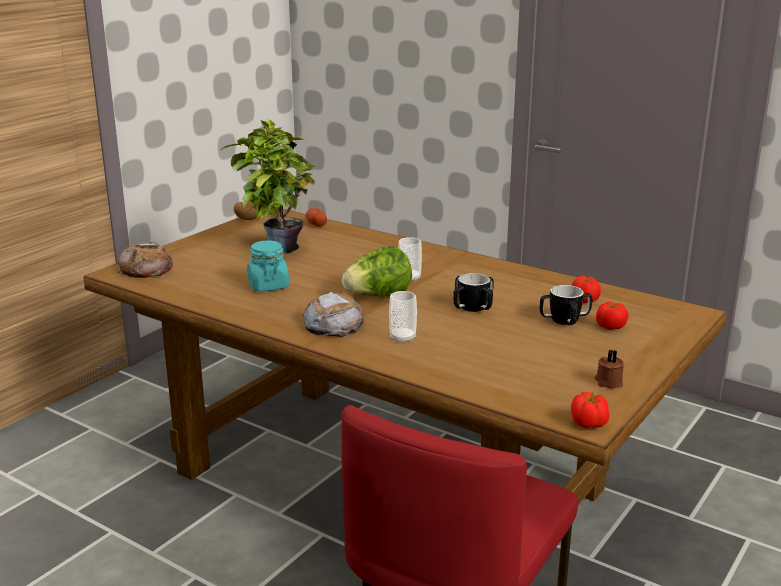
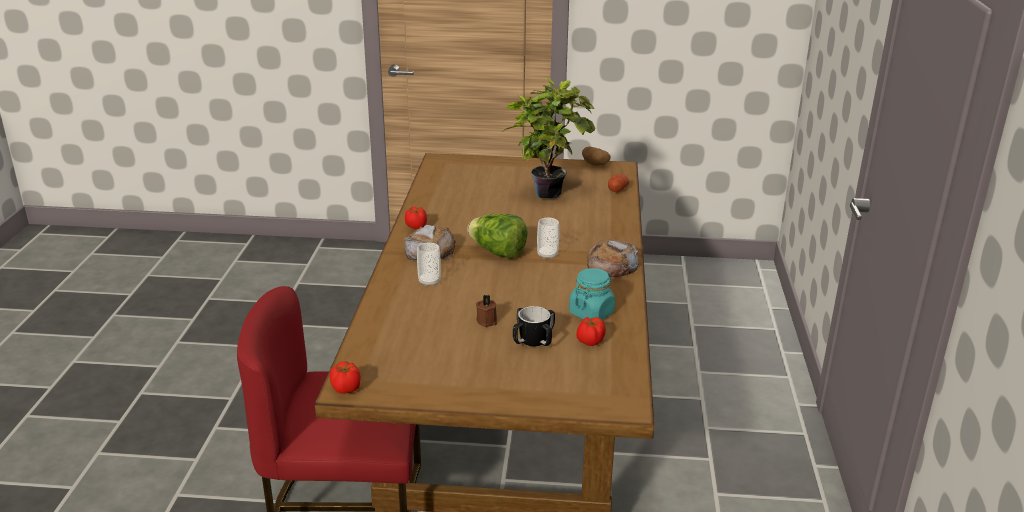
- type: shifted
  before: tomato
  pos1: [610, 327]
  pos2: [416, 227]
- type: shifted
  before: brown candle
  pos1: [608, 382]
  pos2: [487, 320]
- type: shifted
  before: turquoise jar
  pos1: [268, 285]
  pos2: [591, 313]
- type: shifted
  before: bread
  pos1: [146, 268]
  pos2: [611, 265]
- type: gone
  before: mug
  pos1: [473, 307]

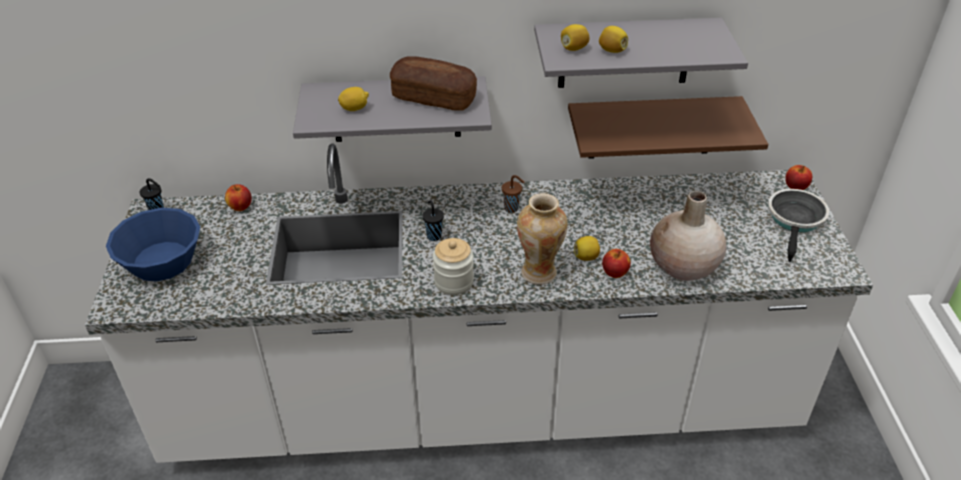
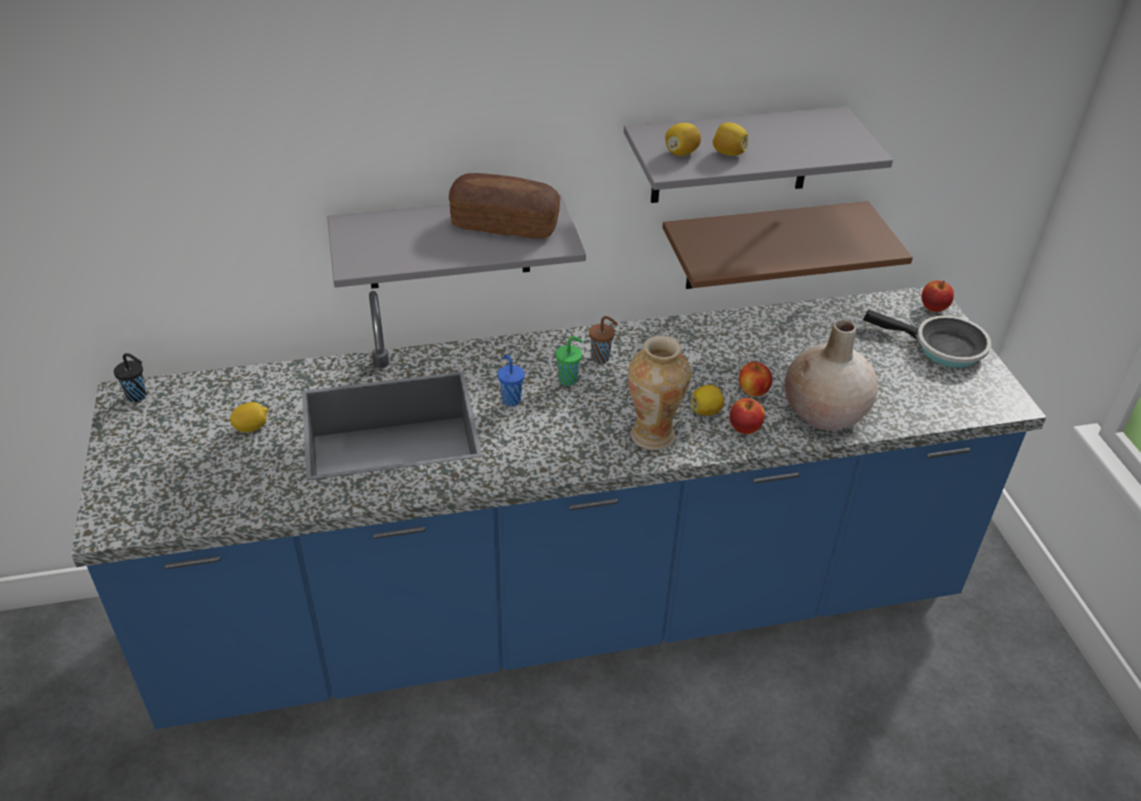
- type: repainted
  before: white counter
  after: blue counter
  pos1: [482, 404]
  pos2: [564, 609]
- type: shifted
  before: lemon
  pos1: [354, 108]
  pos2: [251, 427]
- type: repainted
  before: black cup
  after: blue cup
  pos1: [433, 235]
  pos2: [510, 399]
- type: new
  after: green cup
  pos2: [569, 379]
- type: shifted
  before: apple
  pos1: [240, 207]
  pos2: [753, 391]
- type: rotated
  before: frying pan
  pos1: [795, 221]
  pos2: [942, 348]
  turn: 105
- type: gone
  before: blue bowl
  pos1: [161, 260]
- type: gone
  before: jar
  pos1: [454, 282]

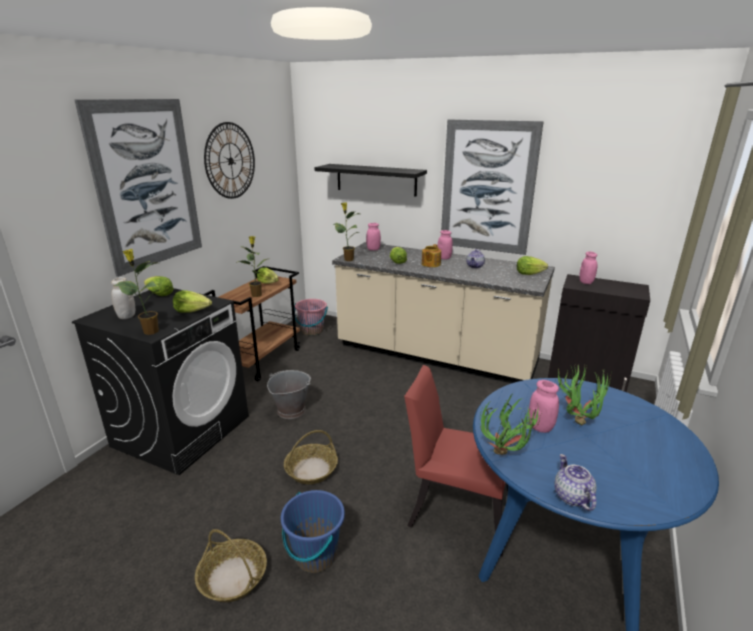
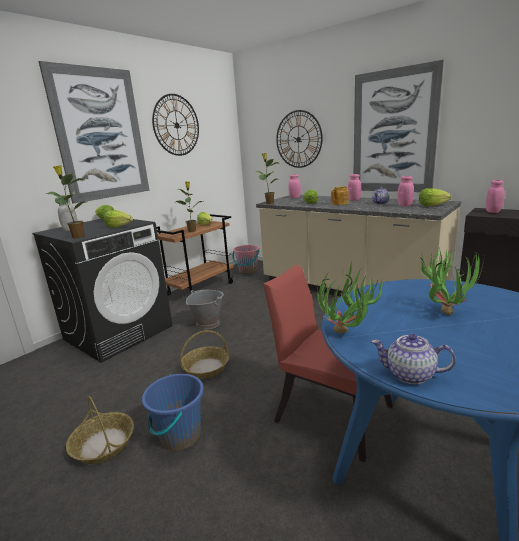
- type: swapped
  before: black shelf
  after: wall clock
  pos1: [376, 179]
  pos2: [298, 139]
- type: rotated
  before: teapot
  pos1: [571, 496]
  pos2: [409, 375]
  turn: -75
- type: shifted
  before: pink jar
  pos1: [540, 427]
  pos2: [405, 205]

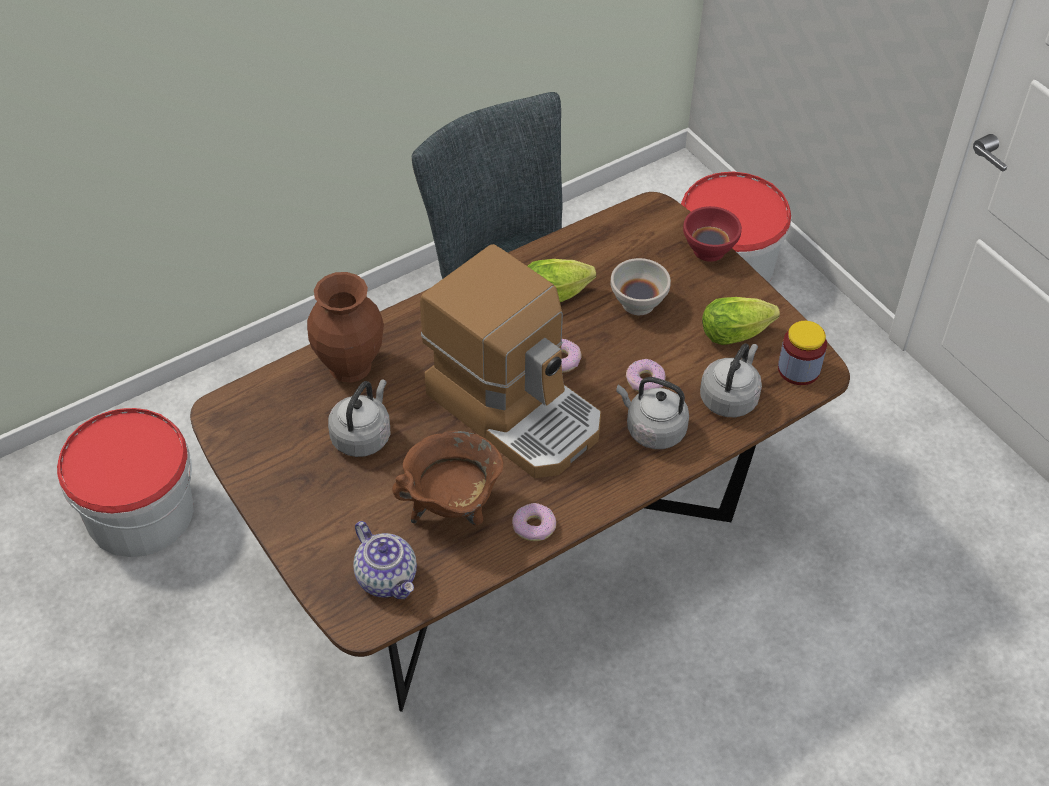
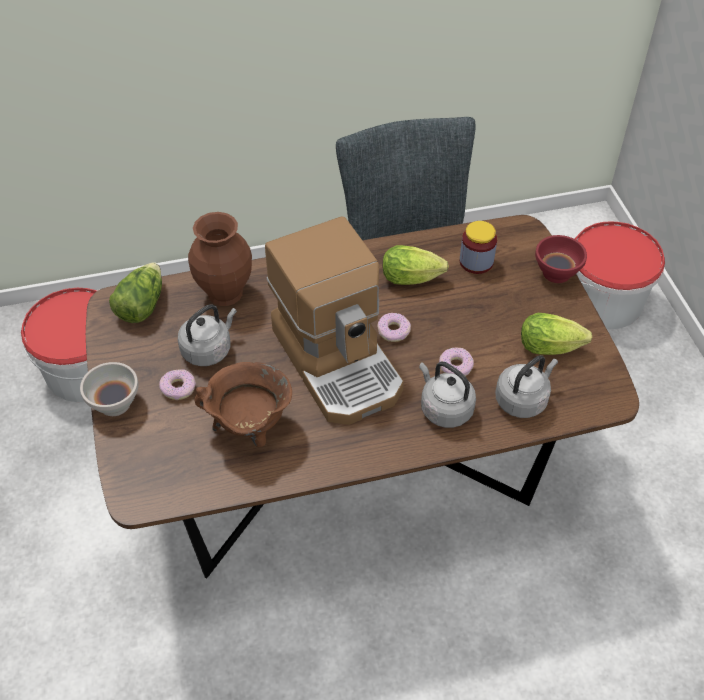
- type: shifted
  before: white bowl
  pos1: [638, 304]
  pos2: [114, 404]
- type: new
  after: lettuce
  pos2: [141, 305]
- type: shifted
  before: donut
  pos1: [534, 526]
  pos2: [178, 388]
- type: shifted
  before: jar
  pos1: [798, 369]
  pos2: [476, 262]
- type: gone
  before: teapot
  pos1: [387, 578]

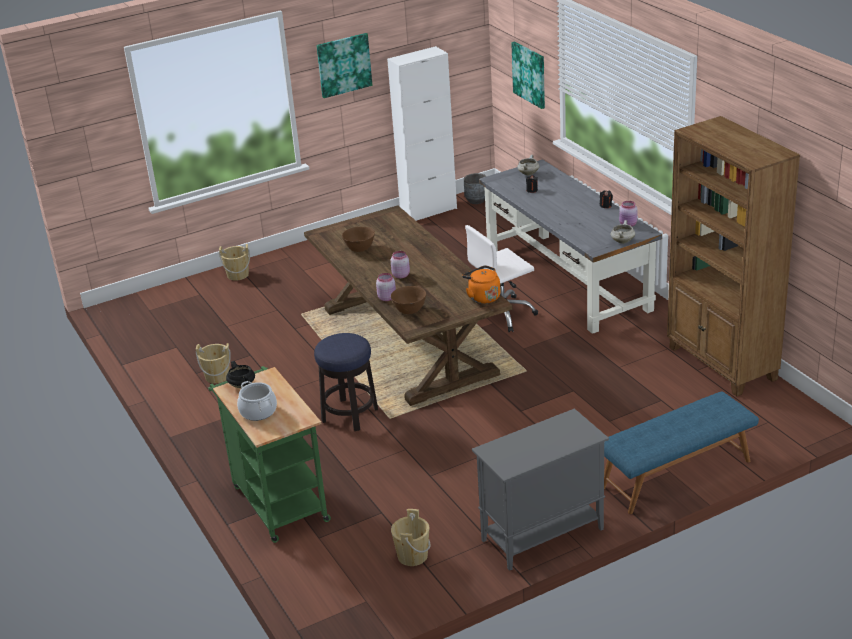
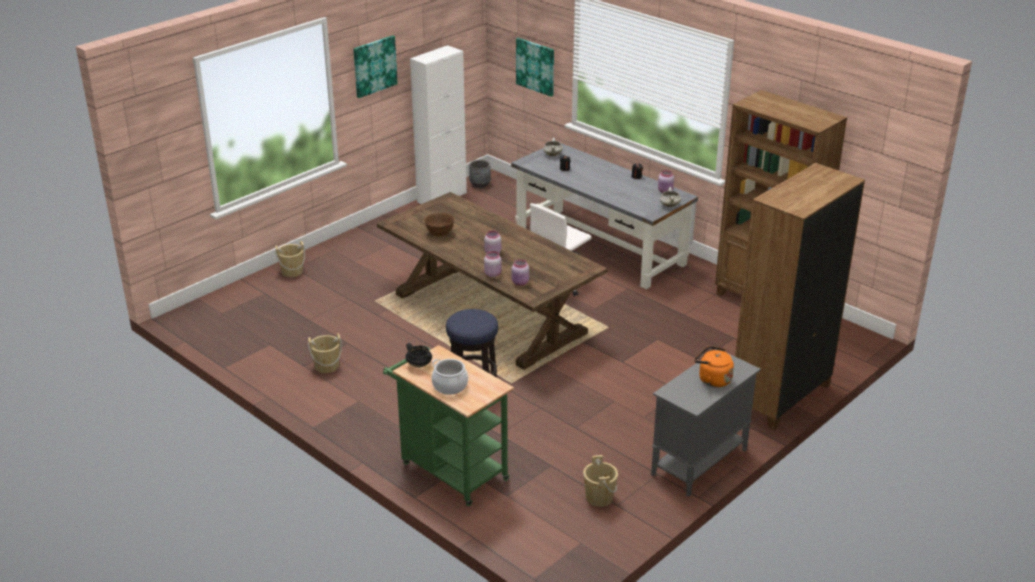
- type: swapped
  before: brown bowl
  after: pink jar
  pos1: [409, 310]
  pos2: [520, 283]
- type: shifted
  before: orange kettle
  pos1: [482, 297]
  pos2: [712, 379]
- type: swapped
  before: blue bench
  after: brown bookcase
  pos1: [676, 474]
  pos2: [779, 397]

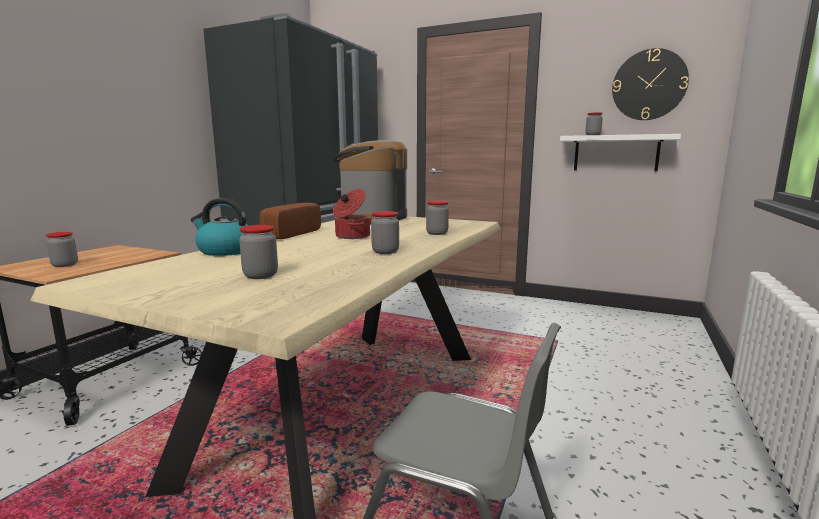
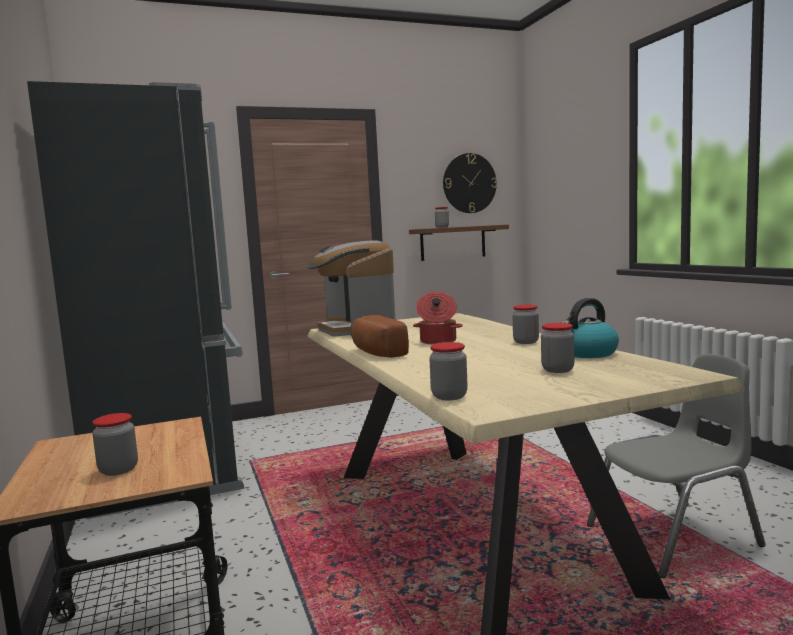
- type: repainted
  before: white shelf
  after: brown shelf
  pos1: [615, 153]
  pos2: [453, 243]
- type: shifted
  before: jar
  pos1: [437, 233]
  pos2: [449, 396]
- type: shifted
  before: kettle
  pos1: [225, 251]
  pos2: [587, 353]

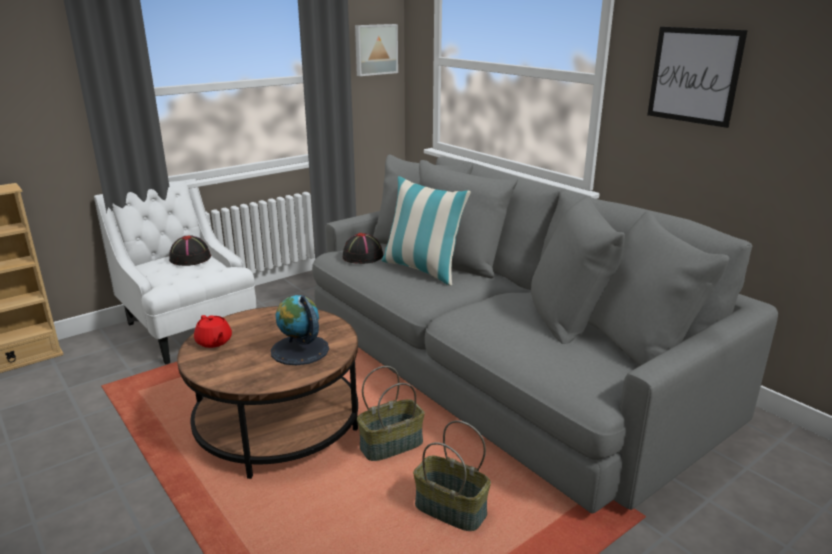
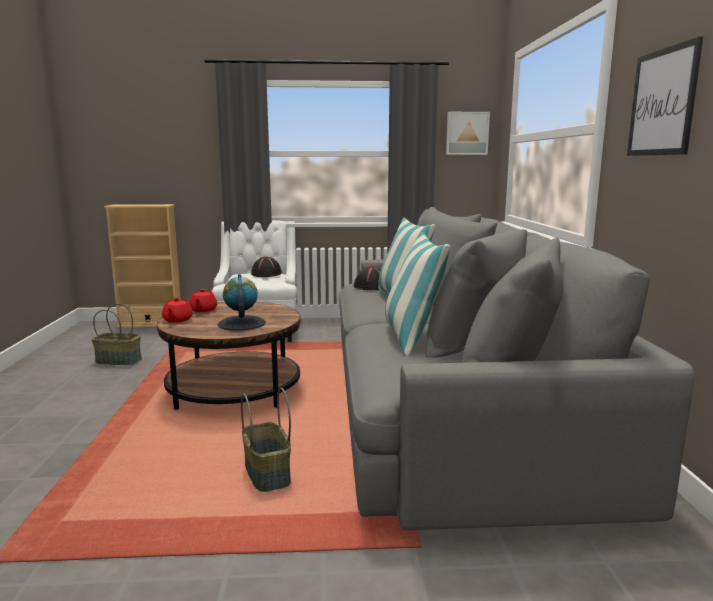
- type: shifted
  before: basket
  pos1: [391, 444]
  pos2: [119, 360]
- type: new
  after: red teapot
  pos2: [177, 320]
- type: new
  after: pillow
  pos2: [411, 338]

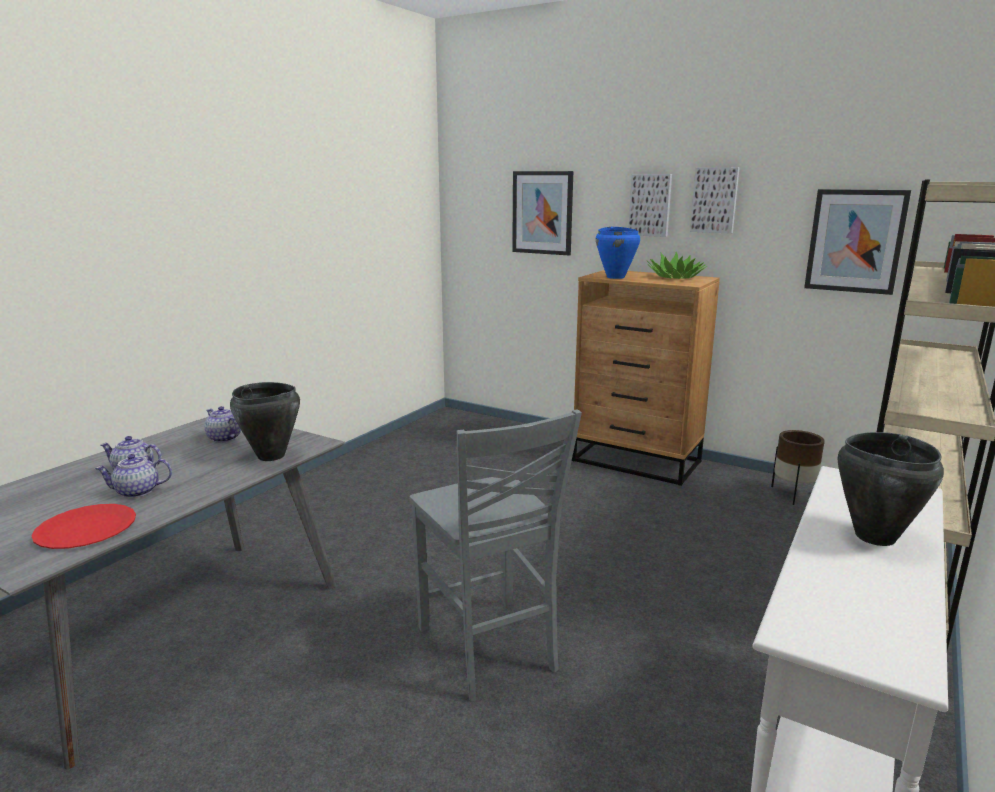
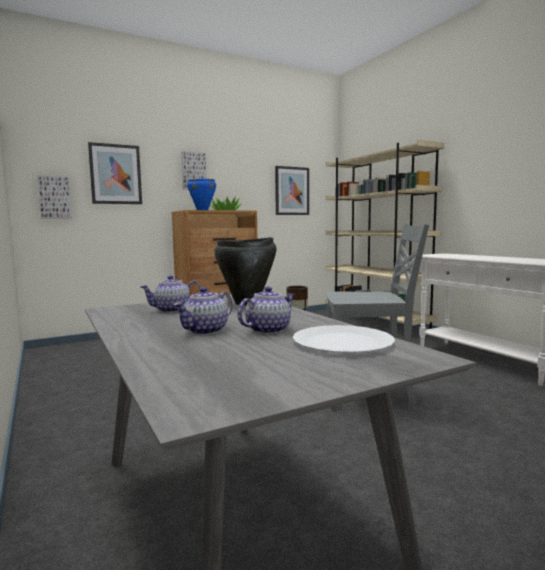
- type: shifted
  before: picture
  pos1: [715, 200]
  pos2: [54, 197]
- type: rotated
  before: teapot
  pos1: [137, 492]
  pos2: [268, 330]
  turn: -150
- type: repainted
  before: red plate
  after: white plate
  pos1: [86, 529]
  pos2: [342, 342]
- type: gone
  before: black cooking pot
  pos1: [874, 536]

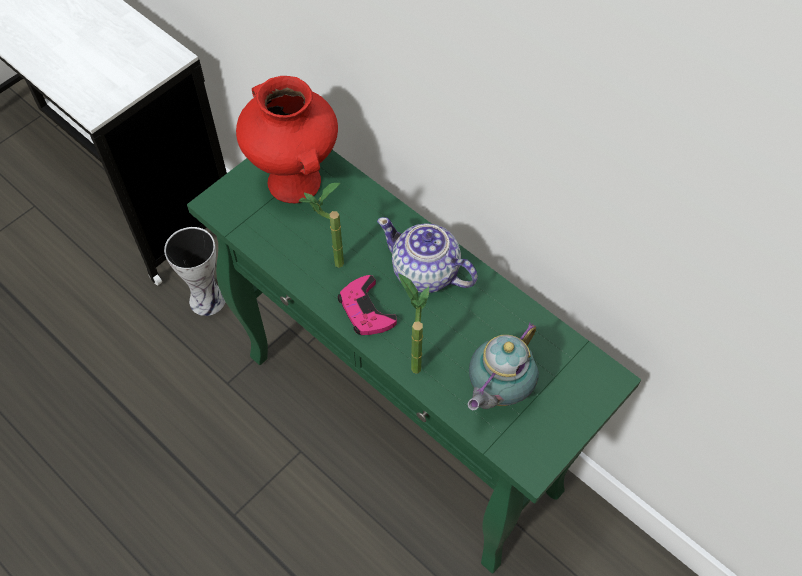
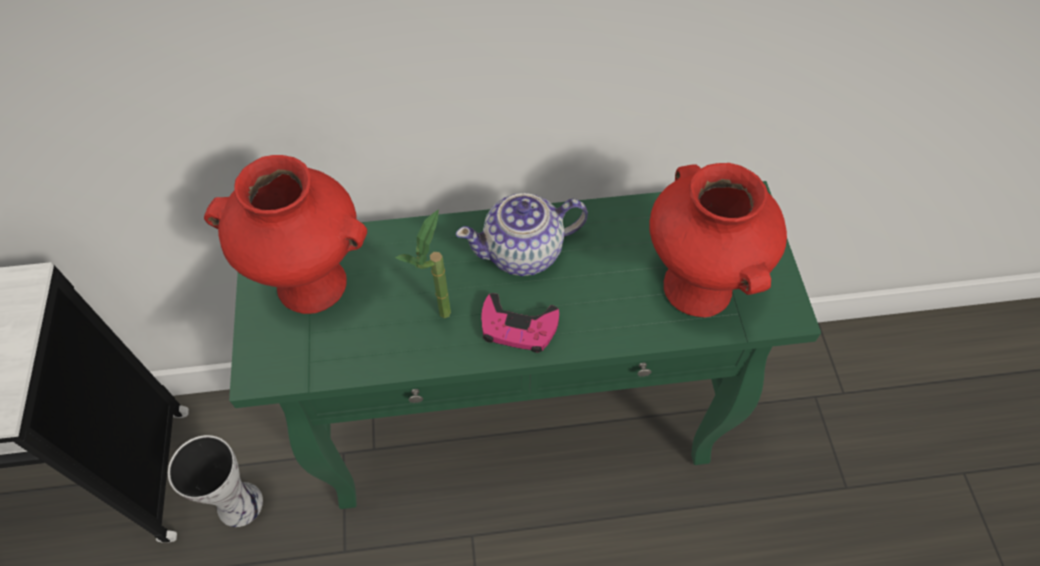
- type: swapped
  before: teapot
  after: red vase
  pos1: [497, 391]
  pos2: [694, 286]
- type: gone
  before: potted plant
  pos1: [412, 360]

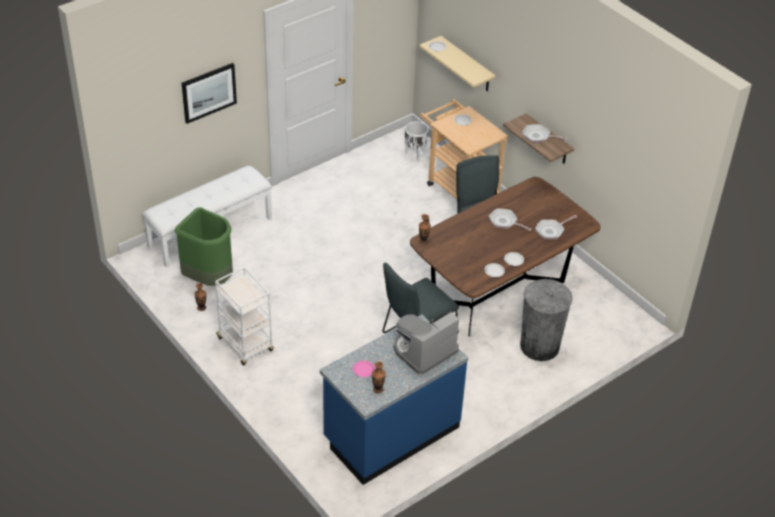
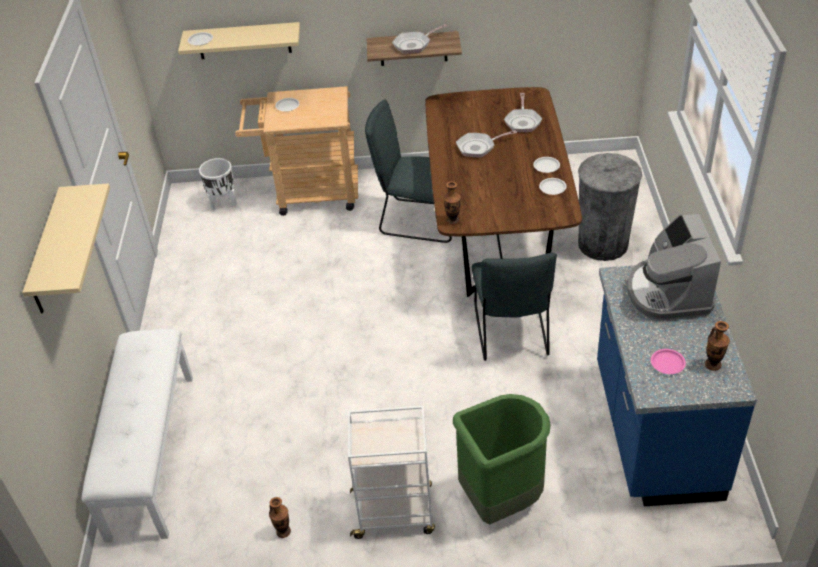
- type: swapped
  before: picture
  after: beige shelf
  pos1: [208, 92]
  pos2: [48, 253]
- type: shifted
  before: green trash can
  pos1: [209, 278]
  pos2: [501, 500]

